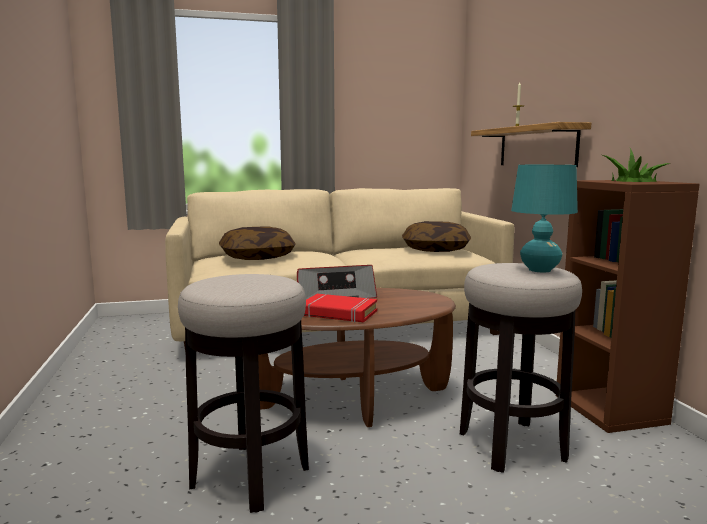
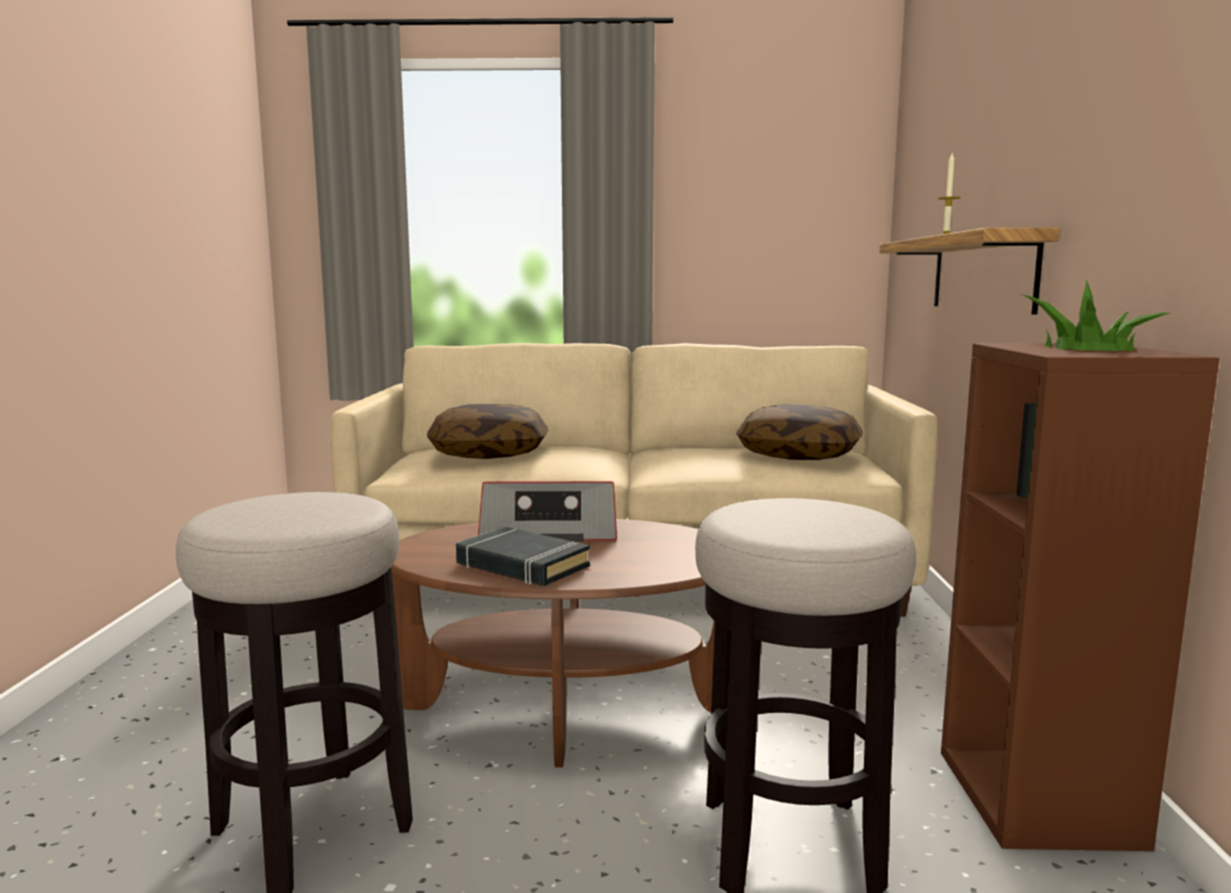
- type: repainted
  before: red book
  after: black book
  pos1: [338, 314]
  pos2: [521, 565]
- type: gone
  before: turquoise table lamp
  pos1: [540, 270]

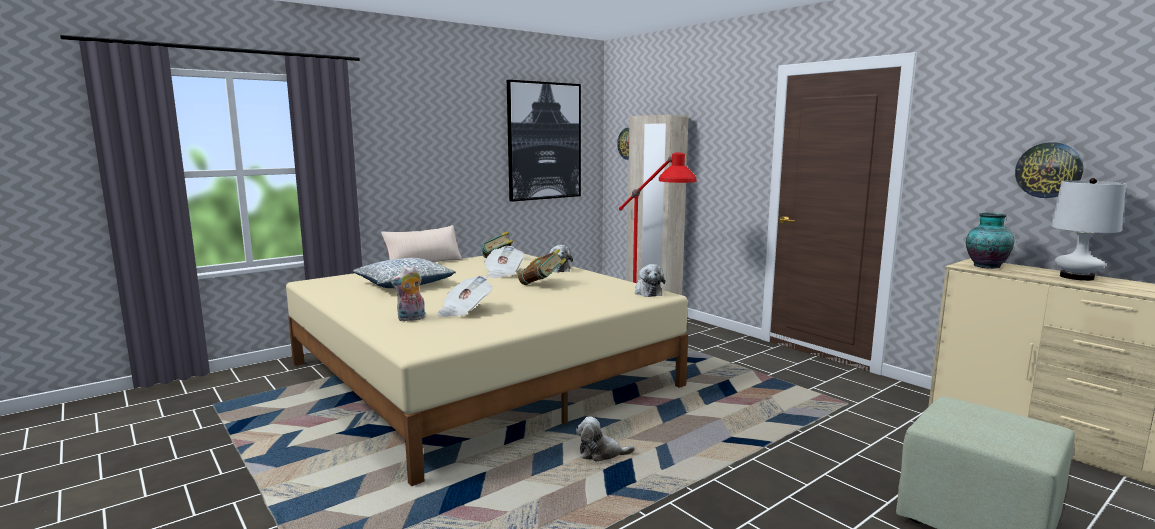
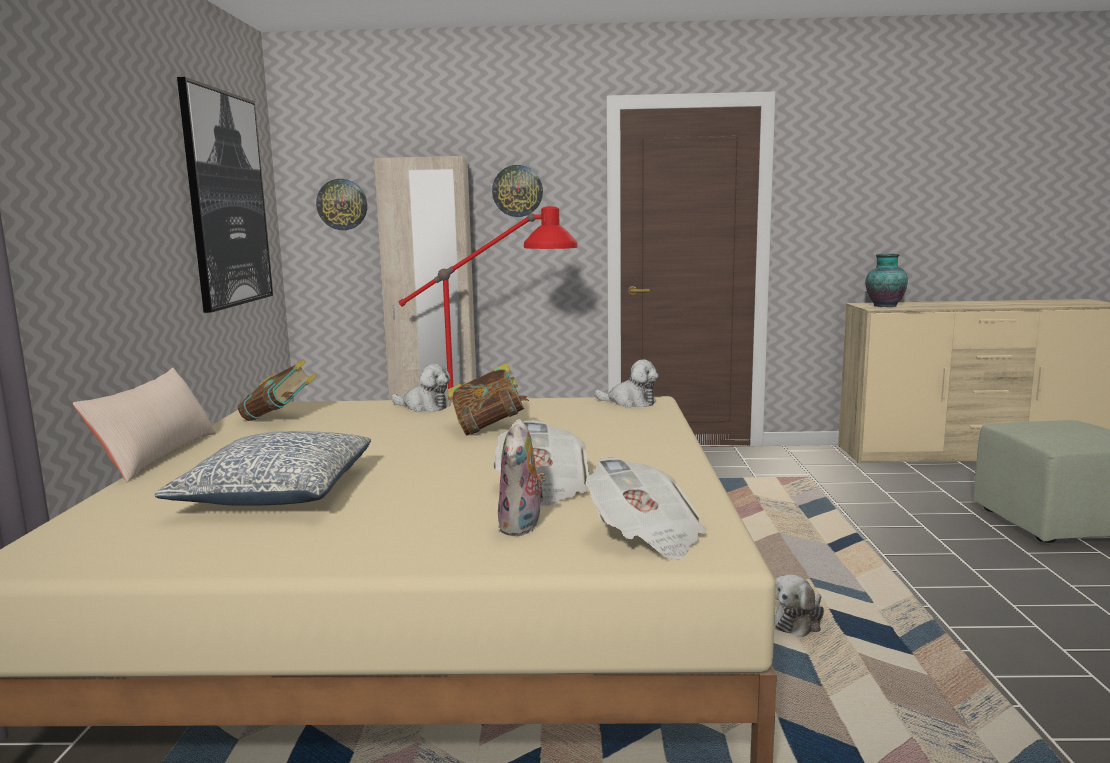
- type: shifted
  before: wall clock
  pos1: [1048, 170]
  pos2: [517, 191]
- type: shifted
  before: newspaper
  pos1: [503, 273]
  pos2: [646, 537]
- type: gone
  before: white table lamp
  pos1: [1076, 277]

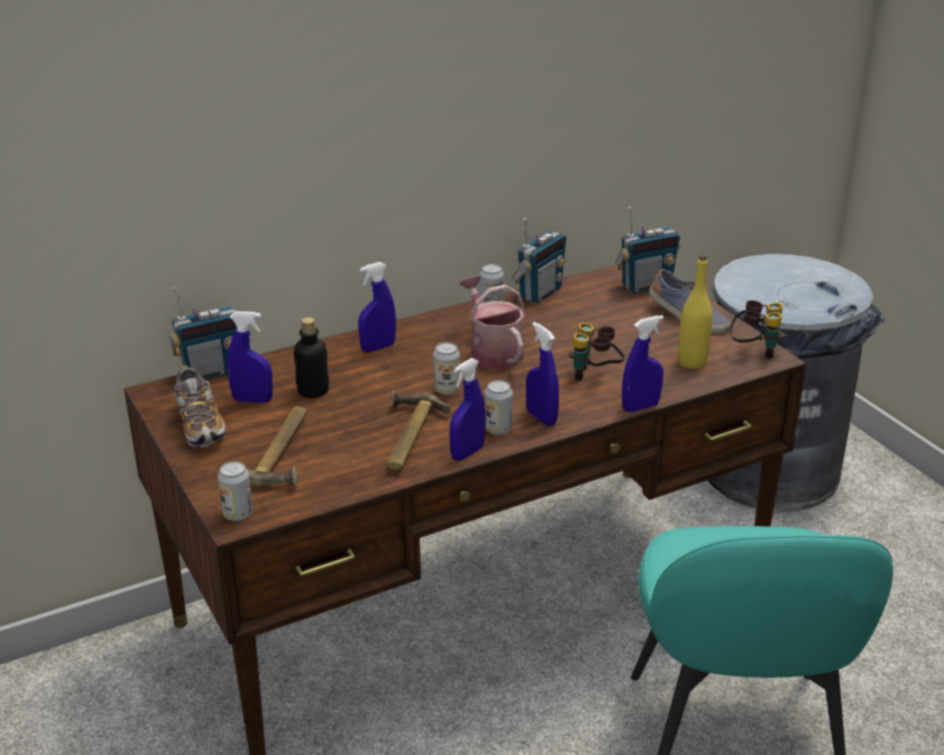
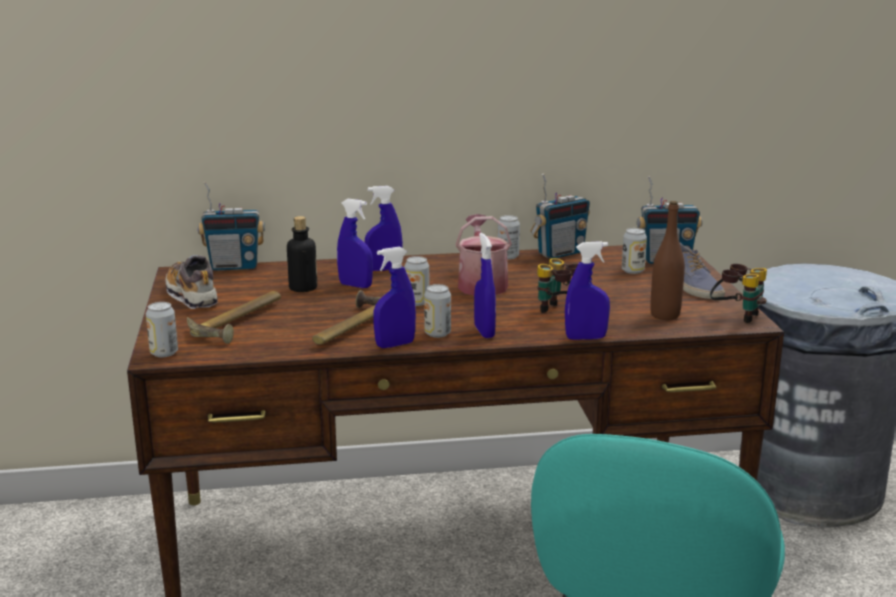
- type: rotated
  before: shoe
  pos1: [200, 425]
  pos2: [192, 296]
  turn: 150
- type: shifted
  before: blue spray bottle
  pos1: [252, 400]
  pos2: [355, 285]
- type: new
  after: can
  pos2: [632, 271]
- type: repainted
  before: yellow bottle
  after: brown bottle
  pos1: [692, 362]
  pos2: [665, 315]

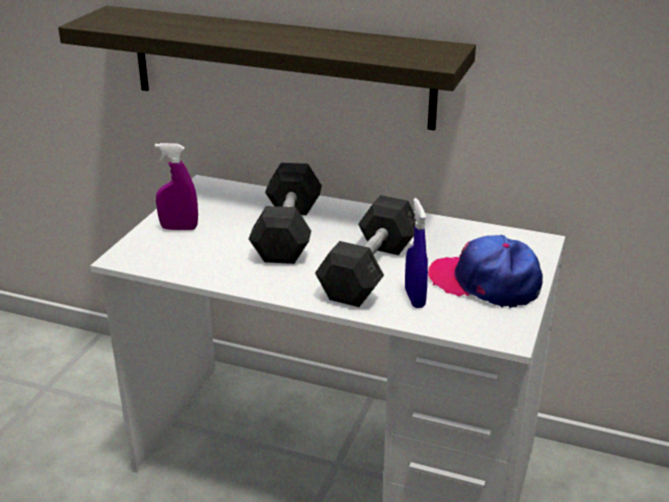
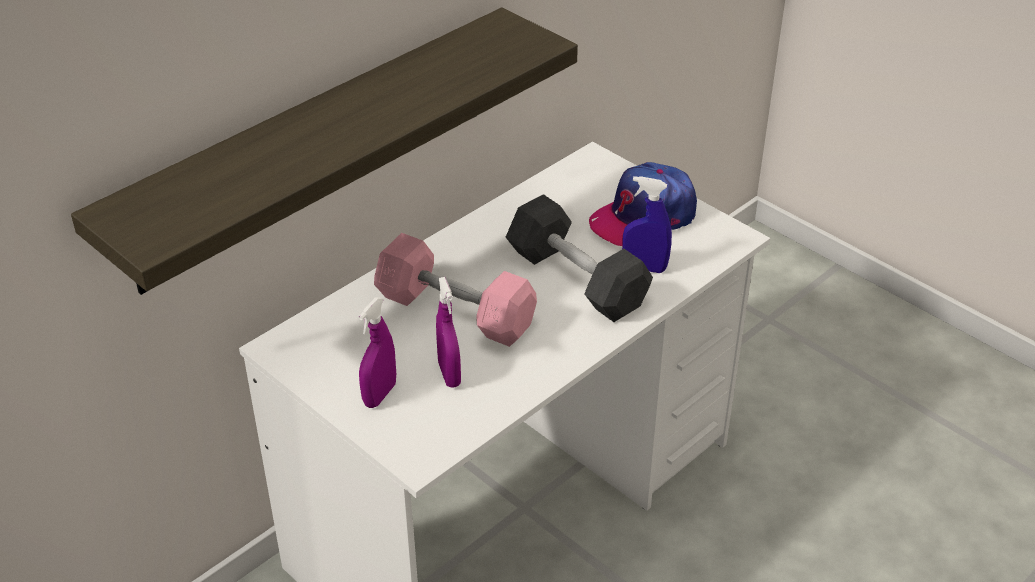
- type: repainted
  before: grey dumbbell
  after: pink dumbbell
  pos1: [287, 232]
  pos2: [455, 311]
- type: new
  after: purple spray bottle
  pos2: [449, 374]

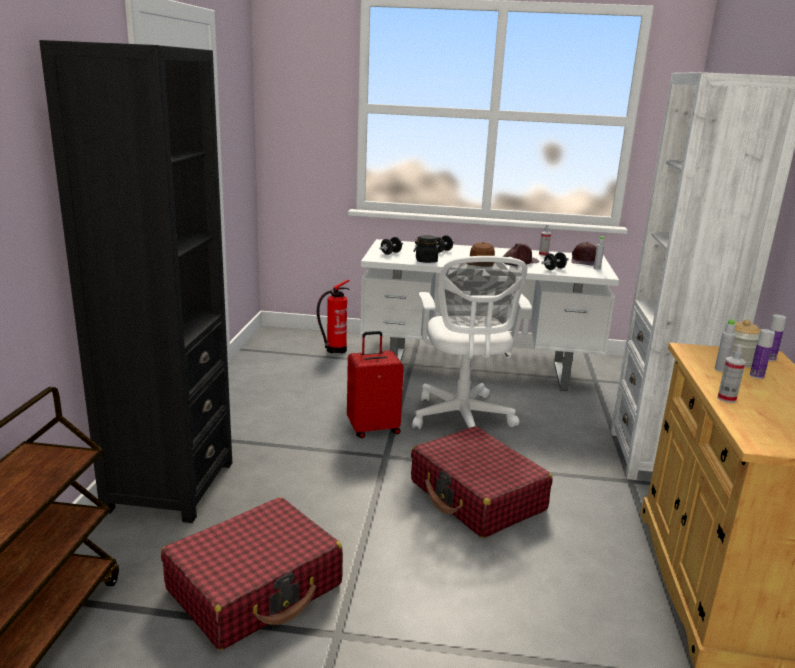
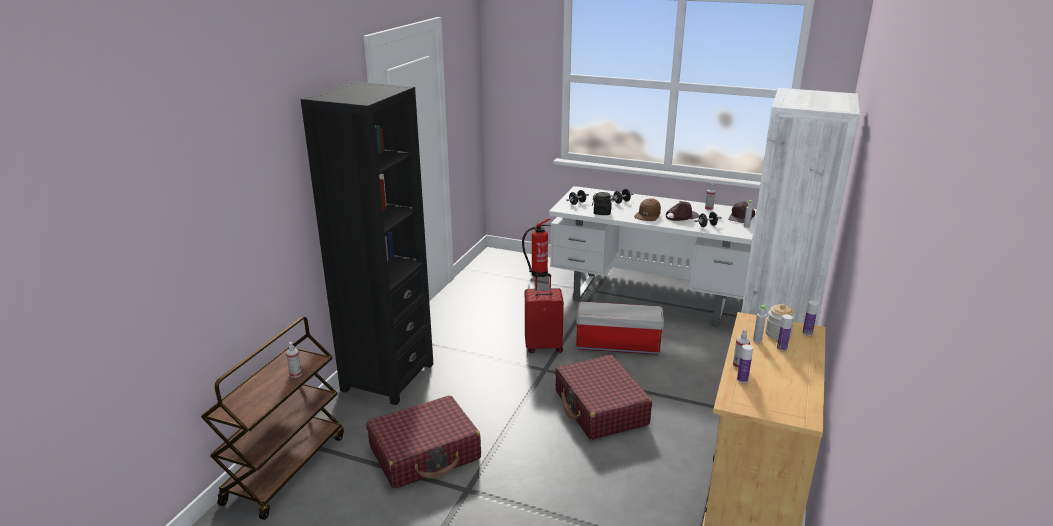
- type: new
  after: spray bottle
  pos2: [295, 374]
- type: swapped
  before: white office chair
  after: storage box
  pos1: [462, 420]
  pos2: [616, 345]
- type: new
  after: bottle
  pos2: [742, 380]

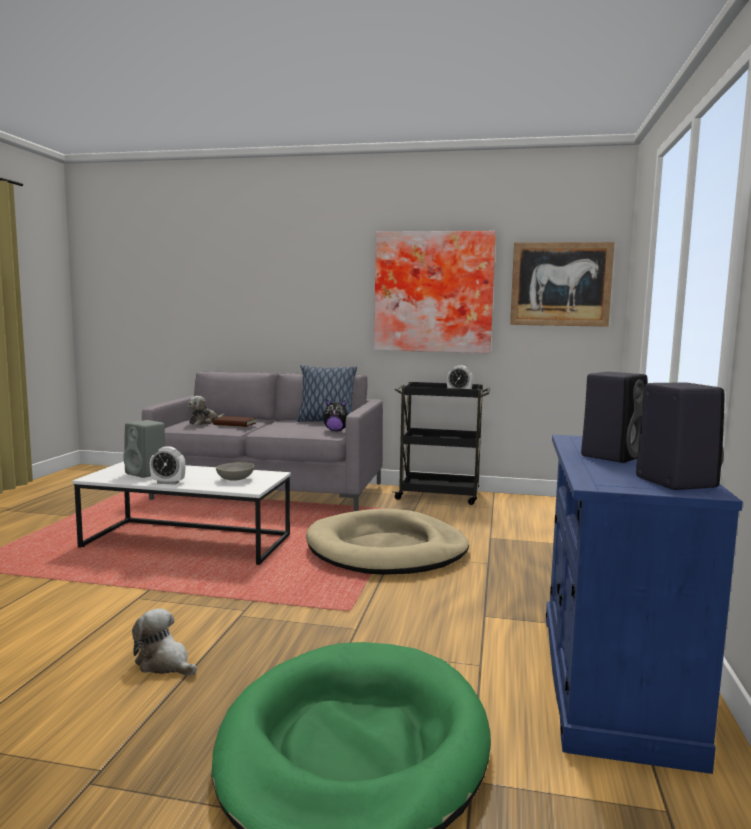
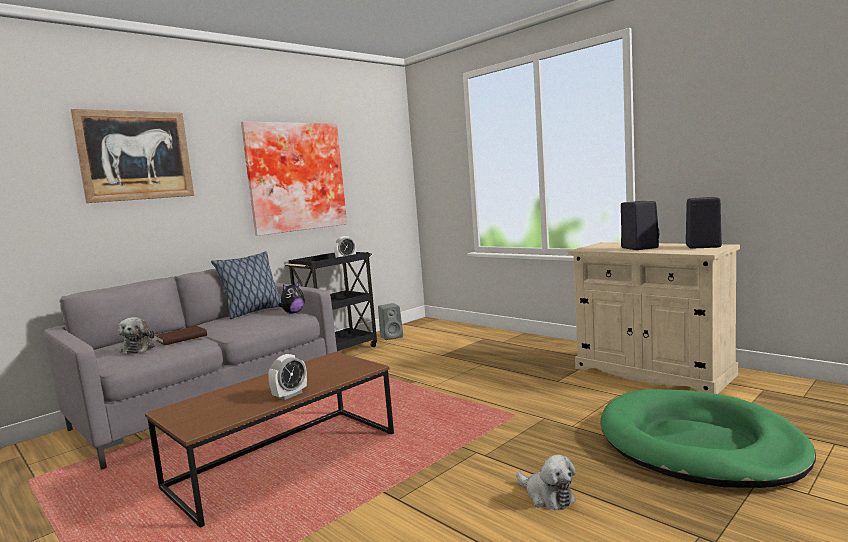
- type: shifted
  before: picture
  pos1: [560, 284]
  pos2: [136, 155]
- type: repainted
  before: white coffee table
  after: brown coffee table
  pos1: [187, 542]
  pos2: [284, 461]
- type: shifted
  before: grey speaker
  pos1: [147, 473]
  pos2: [392, 336]
- type: rotated
  before: plush toy
  pos1: [164, 663]
  pos2: [547, 496]
  turn: -105
- type: repainted
  before: blue cabinet
  after: beige cabinet
  pos1: [611, 681]
  pos2: [652, 372]
- type: gone
  before: grey bowl
  pos1: [235, 479]
- type: gone
  before: beige dog bed
  pos1: [387, 550]

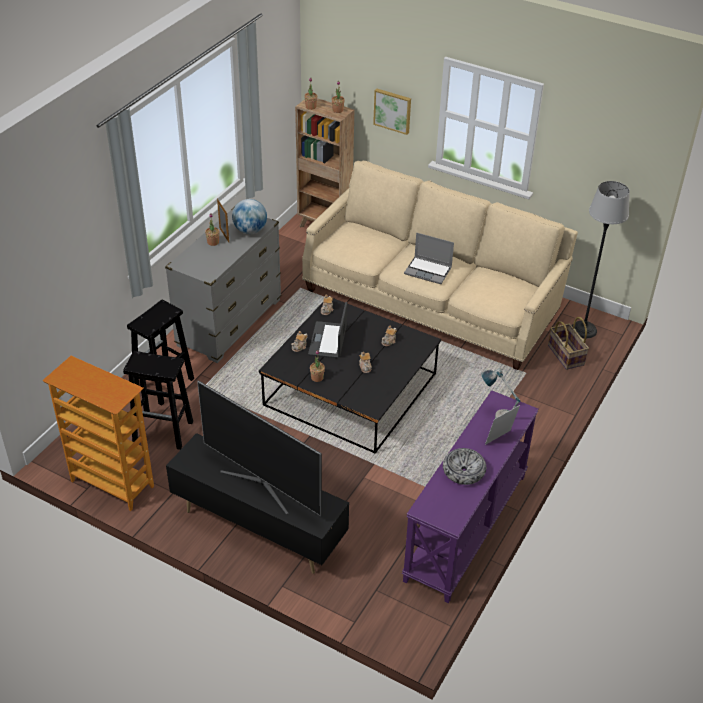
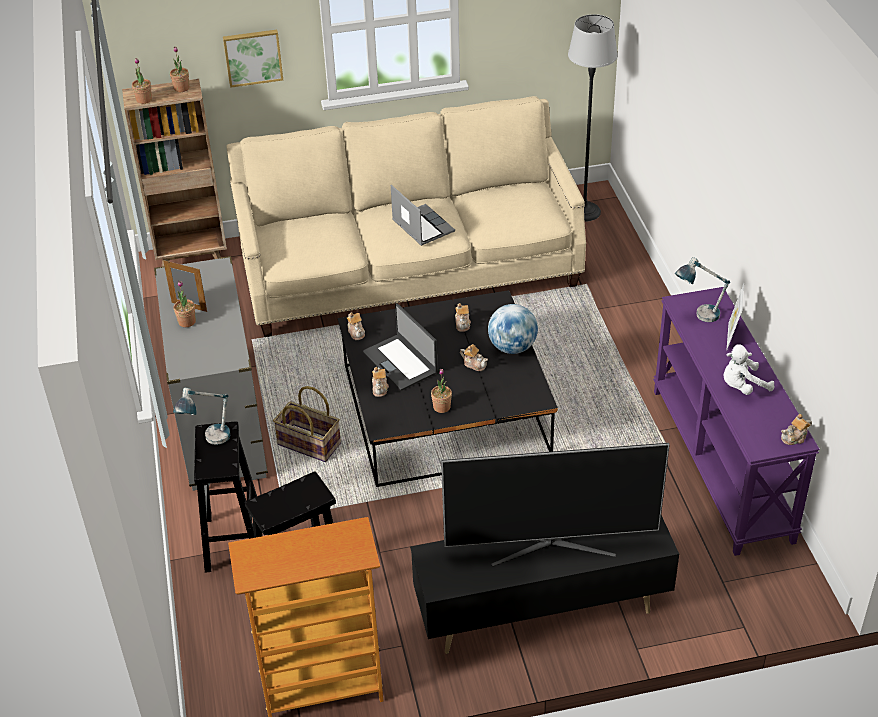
- type: new
  after: table lamp
  pos2: [209, 441]
- type: shifted
  before: basket
  pos1: [565, 355]
  pos2: [308, 444]
- type: rotated
  before: laptop
  pos1: [428, 271]
  pos2: [421, 226]
  turn: -105
- type: shifted
  before: globe
  pos1: [250, 231]
  pos2: [512, 347]
- type: swapped
  before: bowl
  after: white plush toy
  pos1: [463, 471]
  pos2: [742, 386]
- type: new
  after: teapot
  pos2: [794, 438]

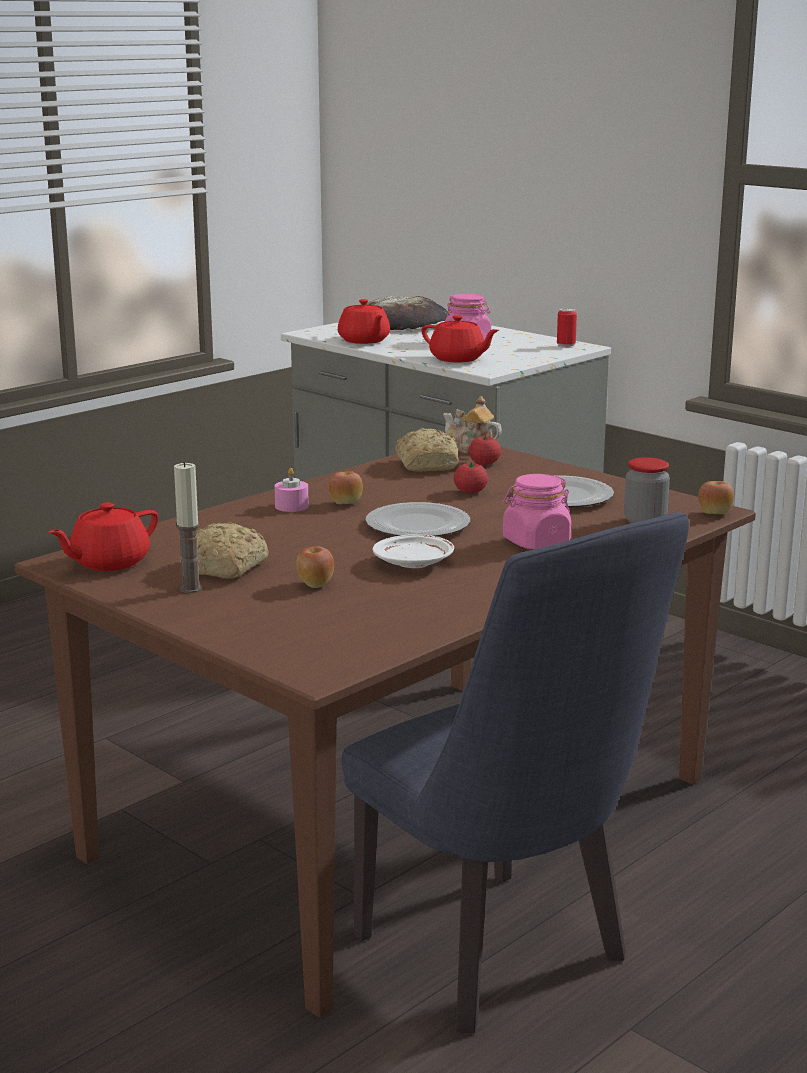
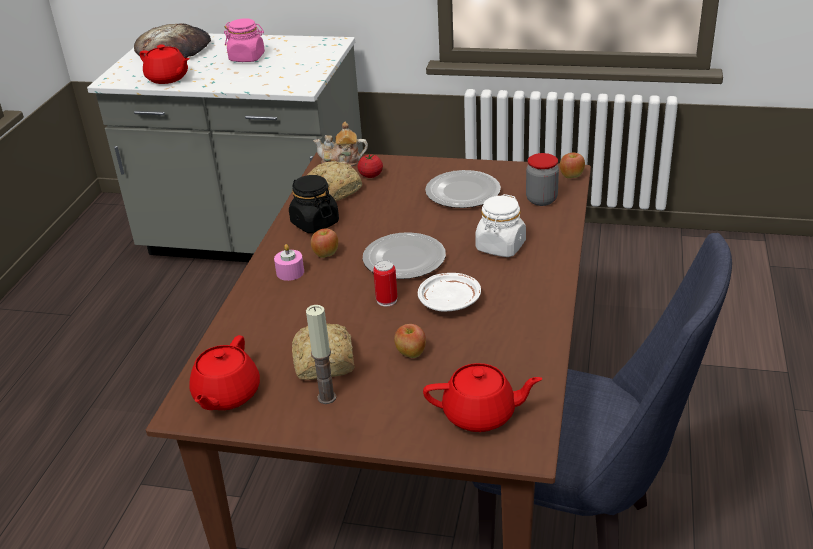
- type: new
  after: black jar
  pos2: [314, 223]
- type: shifted
  before: can
  pos1: [566, 346]
  pos2: [386, 300]
- type: shifted
  before: red teapot
  pos1: [458, 359]
  pos2: [481, 414]
- type: repainted
  before: pink jar
  after: white jar
  pos1: [535, 542]
  pos2: [500, 247]
- type: gone
  before: tomato
  pos1: [470, 491]

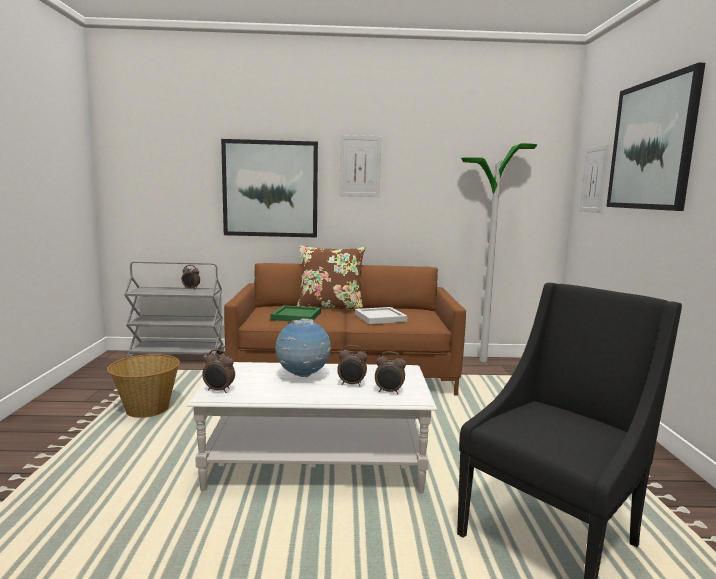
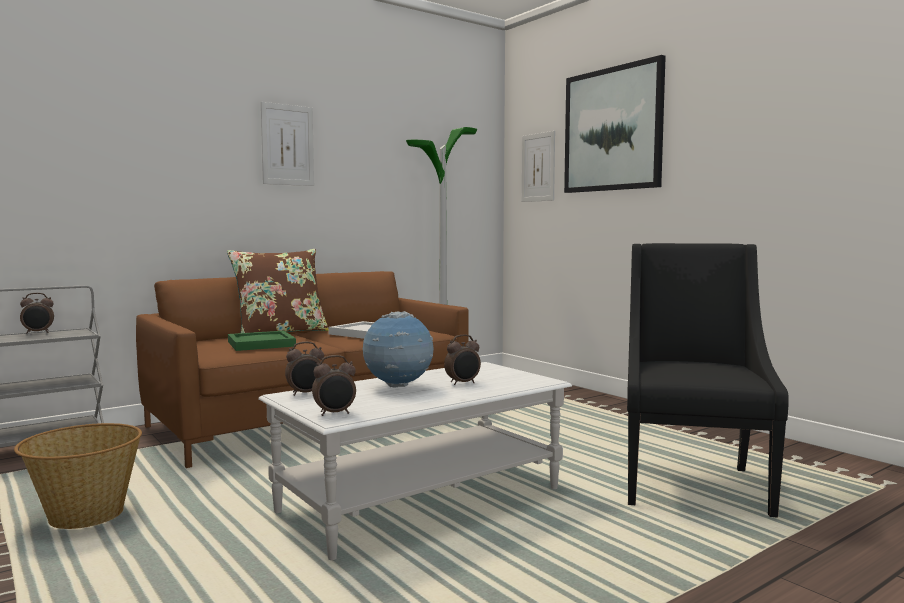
- type: shifted
  before: alarm clock
  pos1: [389, 392]
  pos2: [305, 394]
- type: gone
  before: picture
  pos1: [270, 189]

